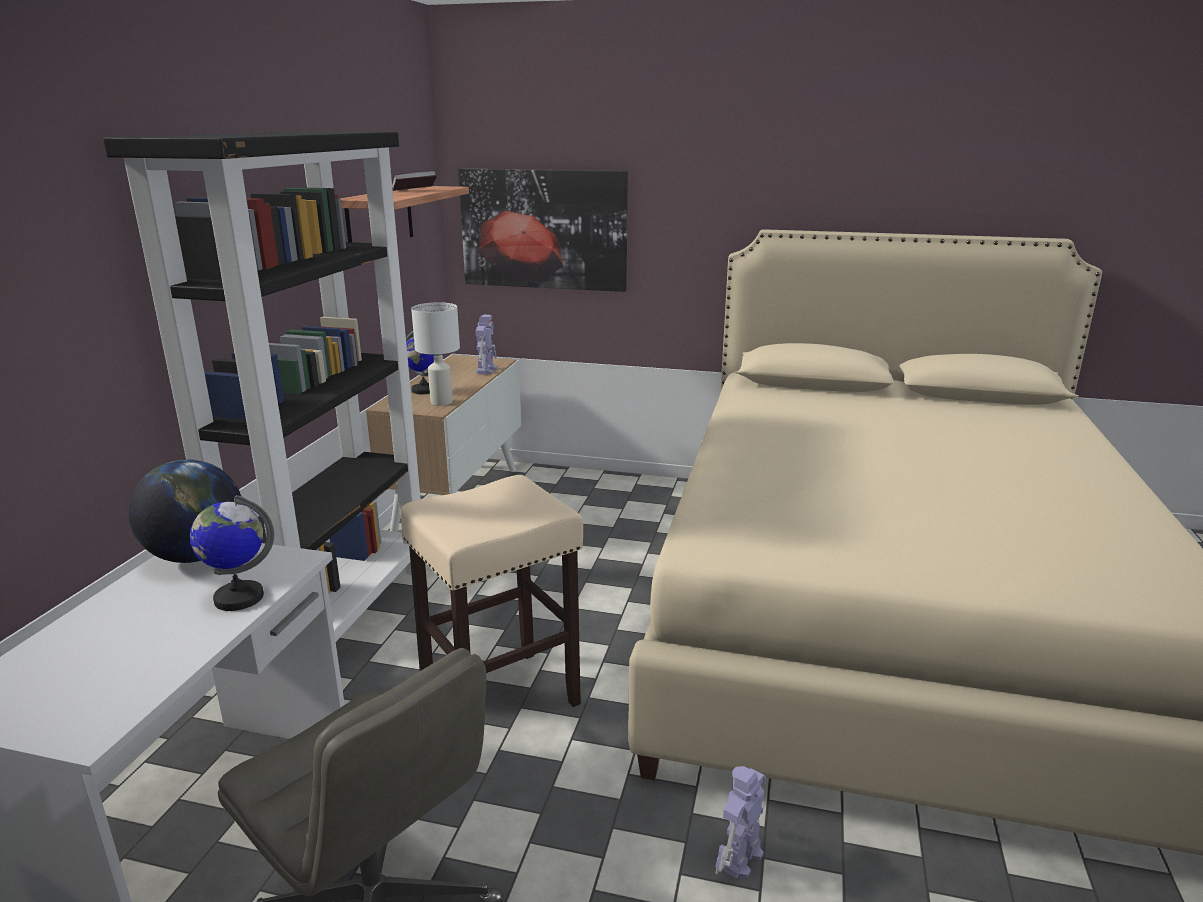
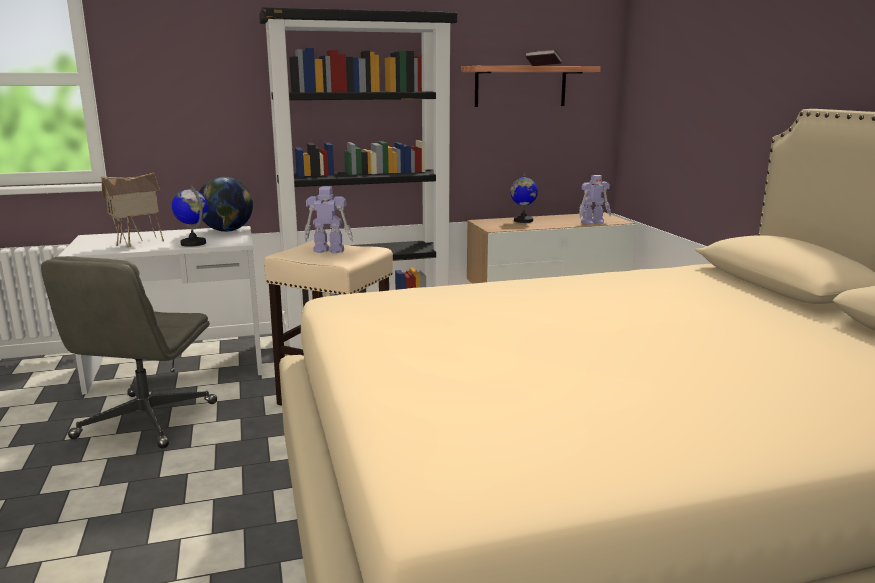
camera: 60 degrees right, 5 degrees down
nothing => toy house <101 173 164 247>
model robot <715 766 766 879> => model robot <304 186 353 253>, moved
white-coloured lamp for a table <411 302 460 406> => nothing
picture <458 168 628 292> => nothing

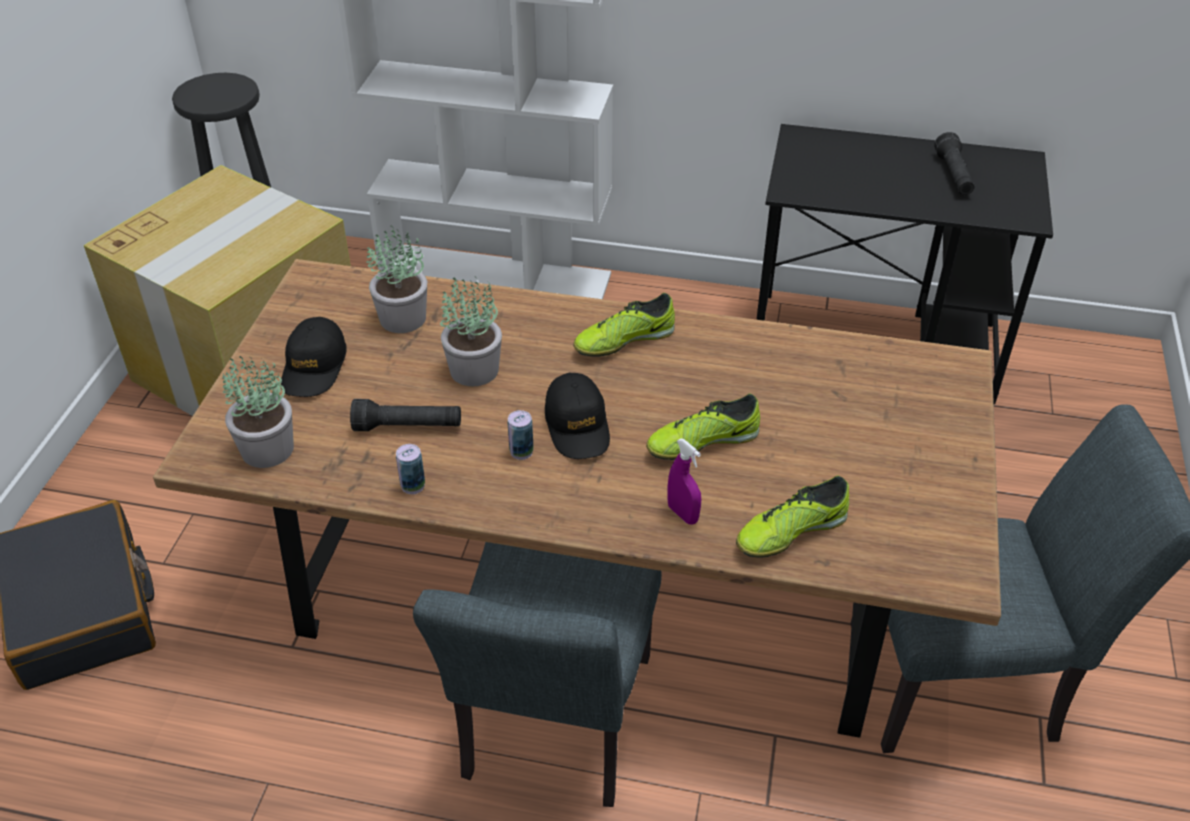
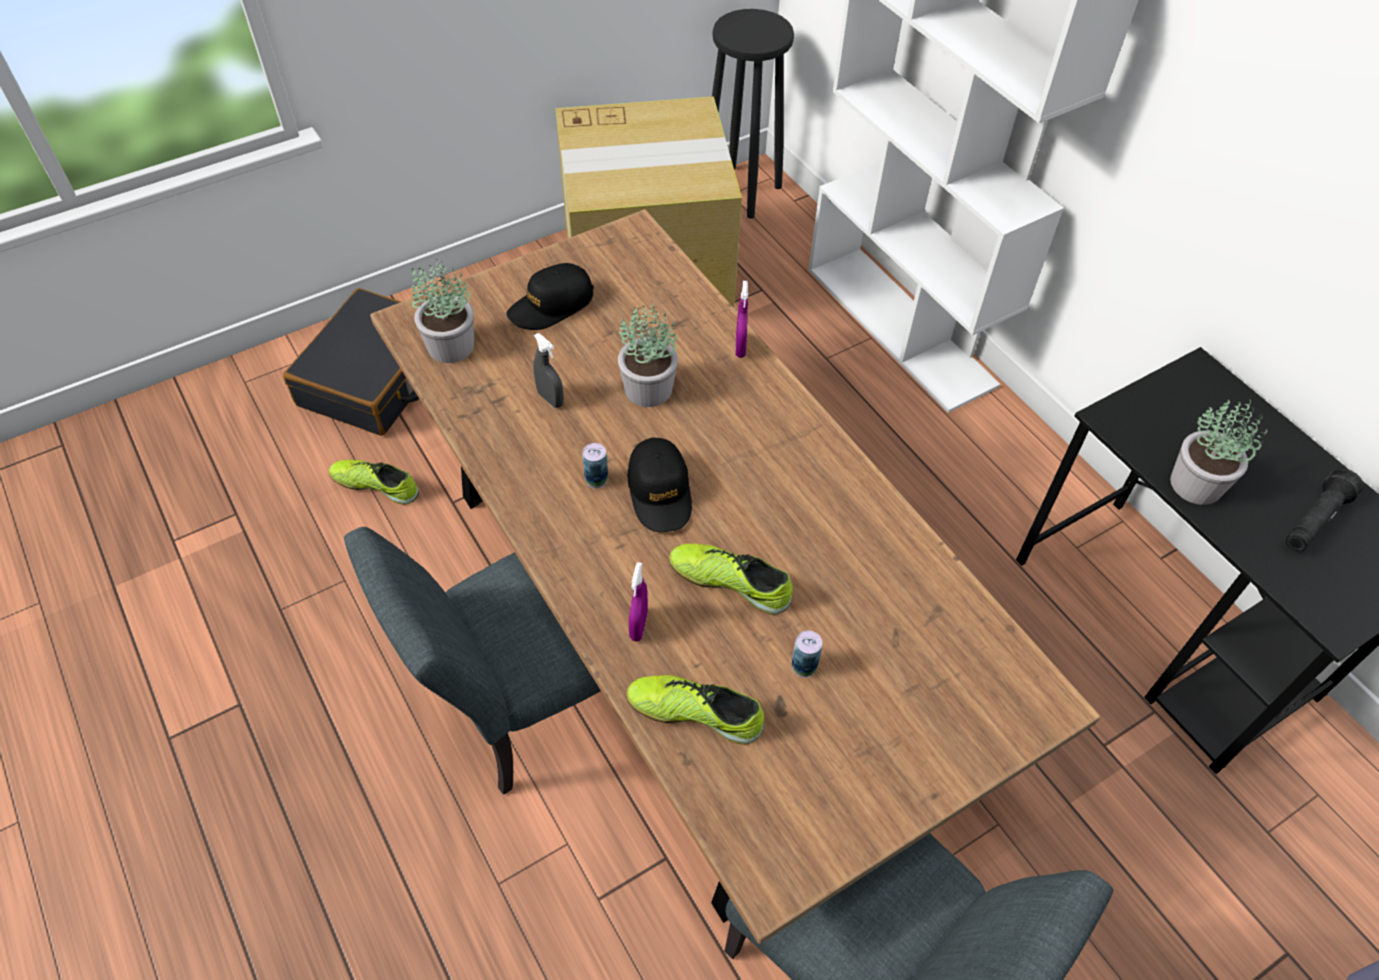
camera: 45 degrees right, 10 degrees up
shoe <573 293 675 357> => shoe <329 460 419 505>, moved
black hand torch <350 399 461 431> => grey spray bottle <534 333 564 408>
black cap <545 373 610 459> => black cap <628 437 692 532>, 45 degrees counterclockwise
nothing => purplish spray bottle <735 281 748 358>
metal can <396 444 425 494> => metal can <791 630 822 678>, moved
potted plant <366 225 427 333> => potted plant <1170 399 1267 505>, moved

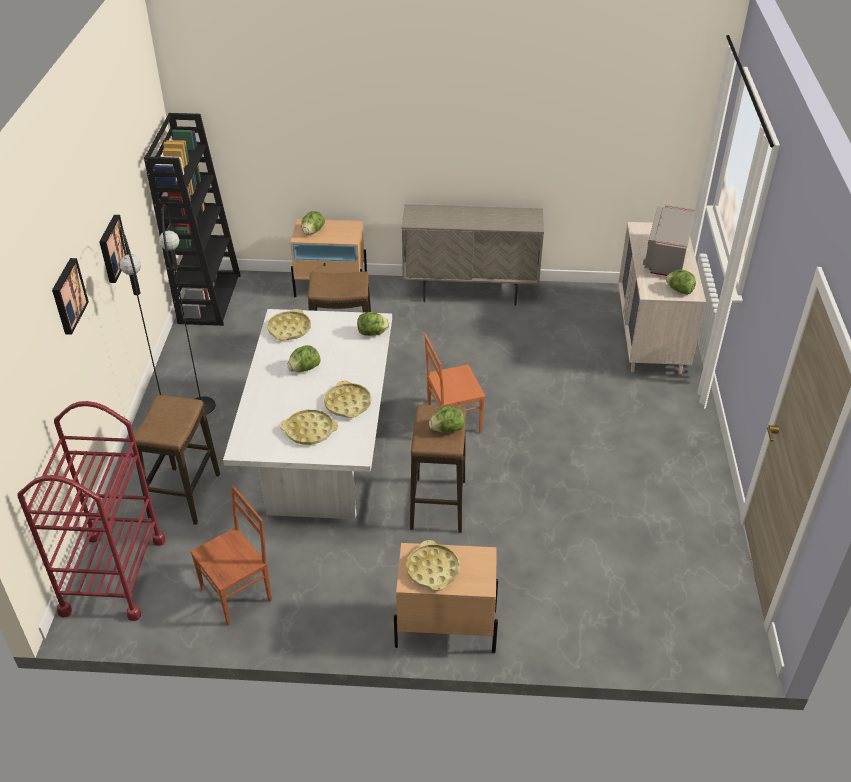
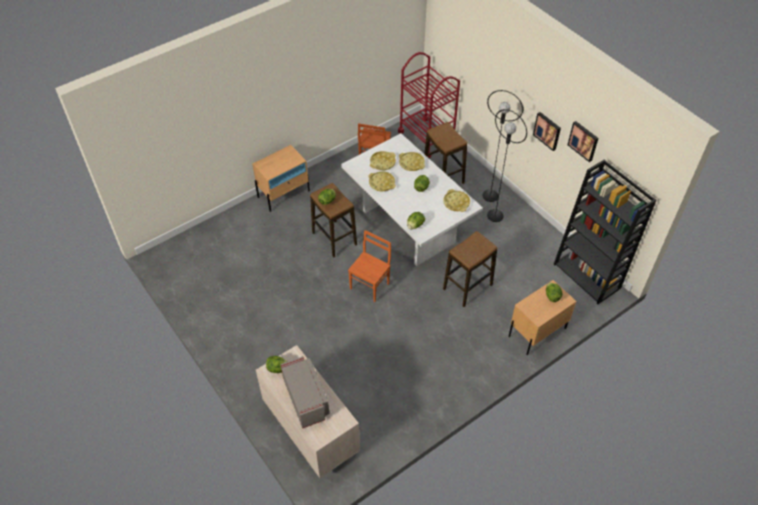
camera: 140 degrees right, 10 degrees up
yellow-coloured carrying tray <406 540 460 591> => yellow-coloured carrying tray <399 152 425 171>, moved
picture <52 258 89 335> => picture <568 121 598 162>, moved
beige cupboard <402 204 544 306> => nothing

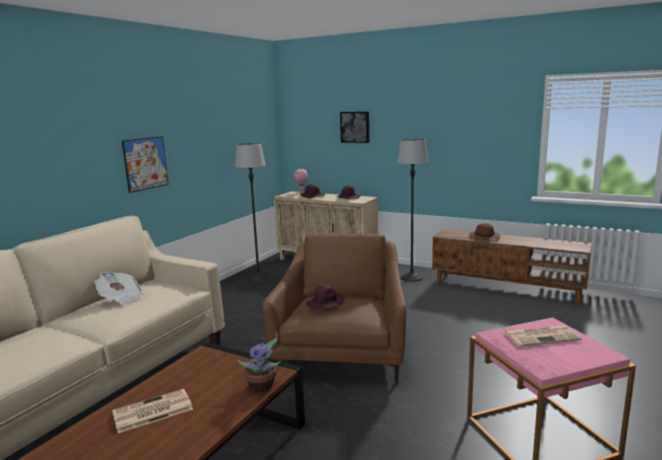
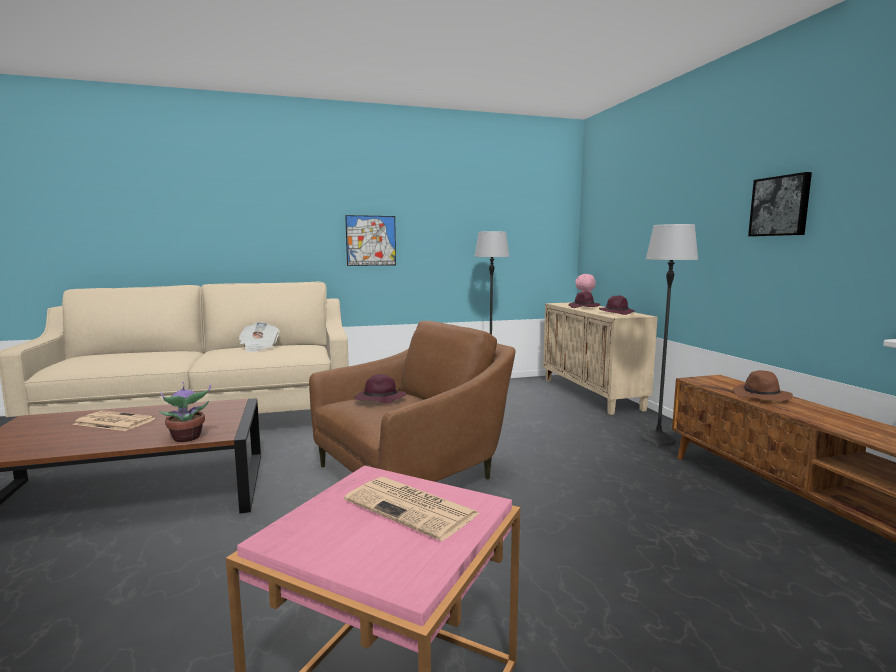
camera: 45 degrees right, 5 degrees down
picture <340 111 369 143> => picture <748 172 812 236>, moved

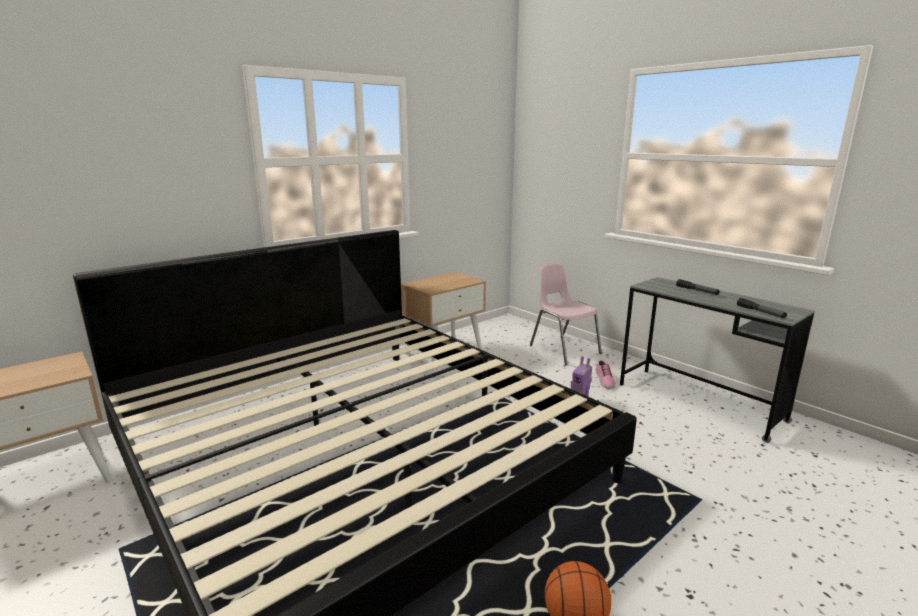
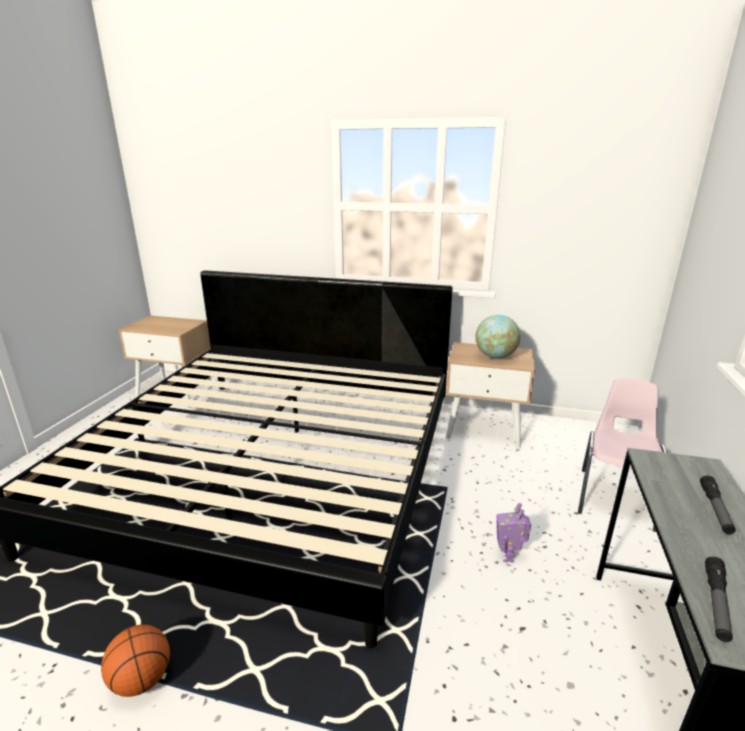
camera: 55 degrees right, 5 degrees up
nothing => globe <476 315 521 359>
shoe <595 360 615 389> => nothing

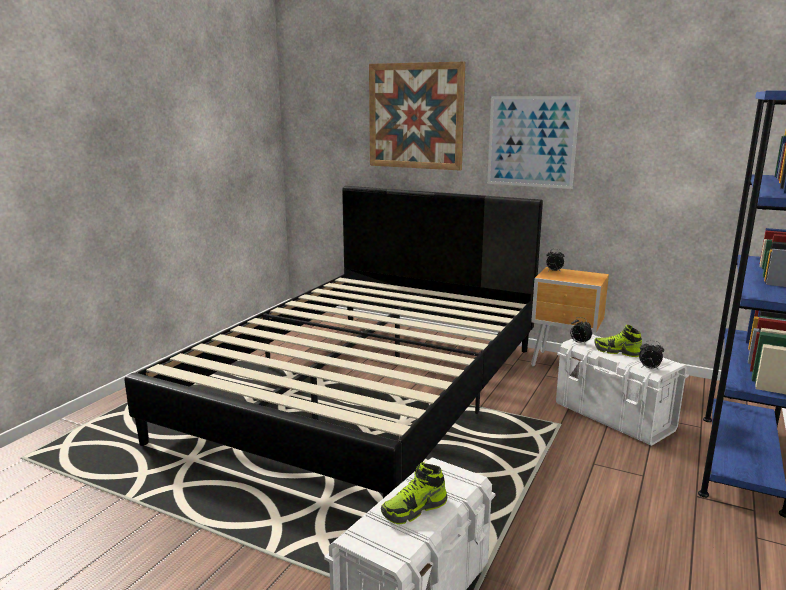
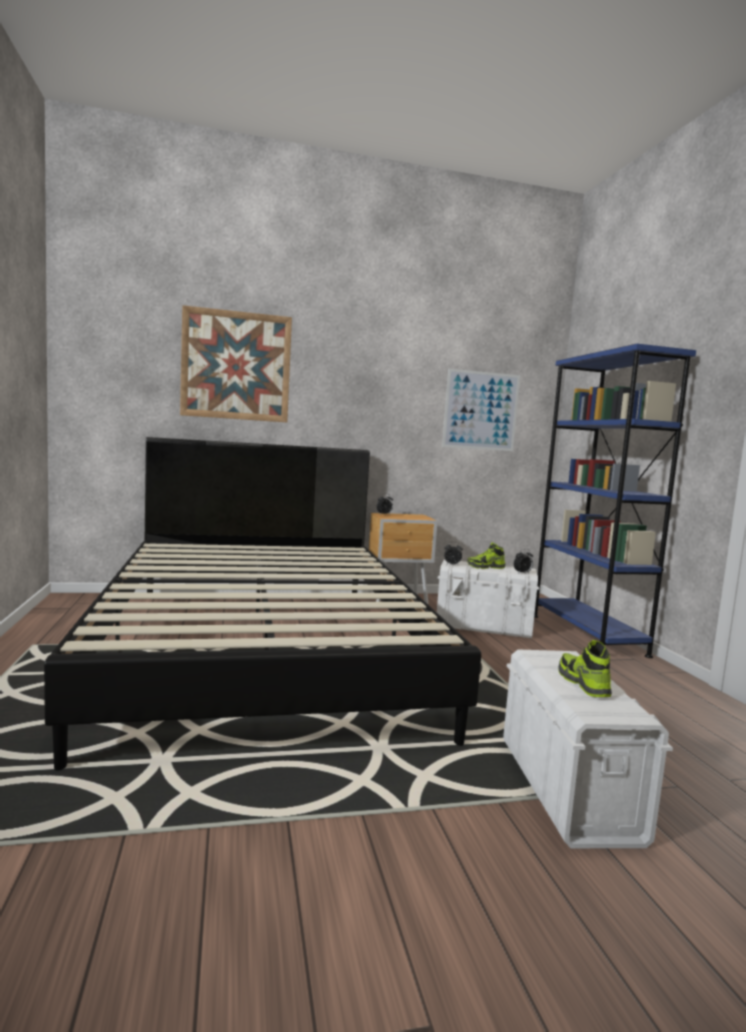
camera: 40 degrees left, 10 degrees down
picture <487 96 580 189> => picture <442 369 520 451>, moved
shoe <381 462 447 524> => shoe <558 640 612 697>, 150 degrees clockwise

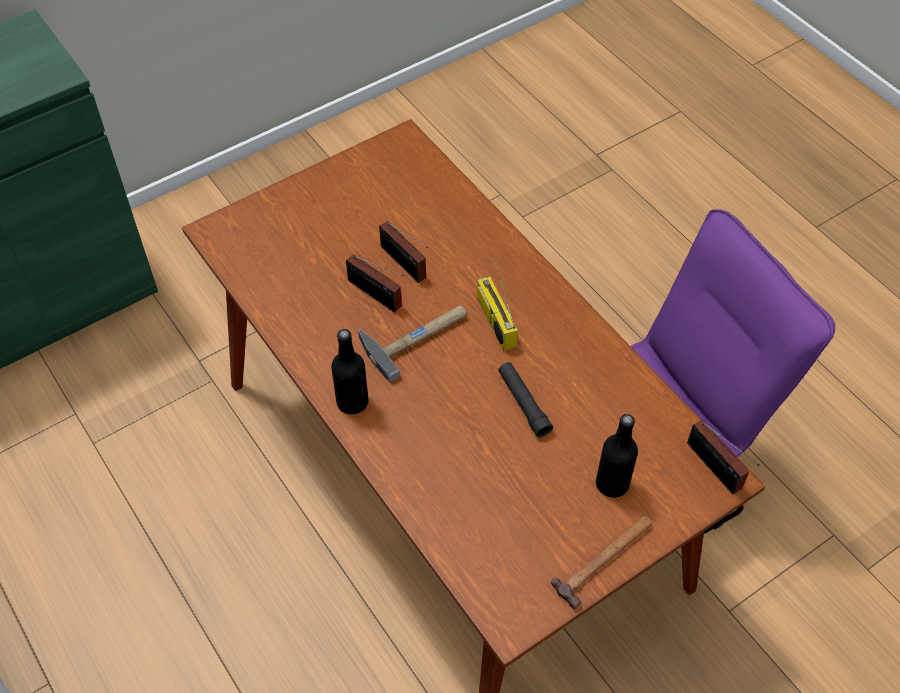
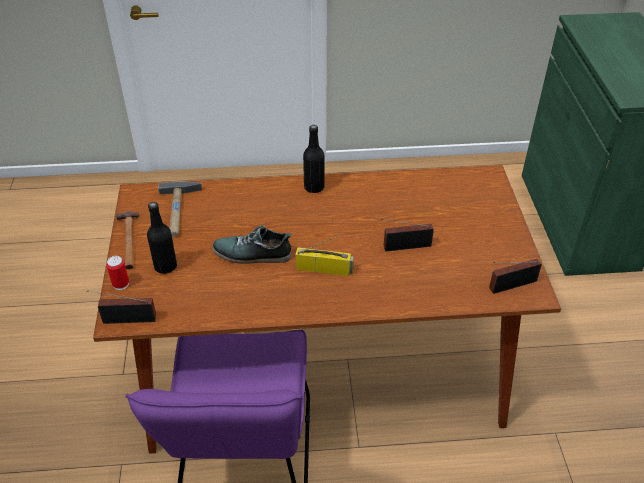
camera: 120 degrees right, 10 degrees down
nothing => metal can <106 256 129 290>
hand hammer <358 305 467 382> => hand hammer <158 181 202 237>, moved
black hand torch <499 362 553 437> => shoe <212 226 292 264>
radio <346 254 404 312> => radio <489 259 542 294>, moved

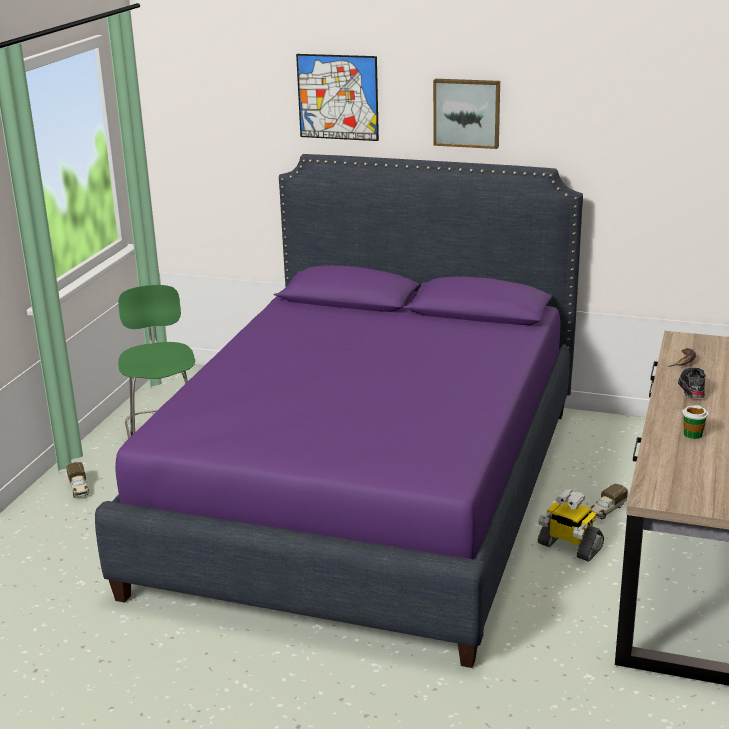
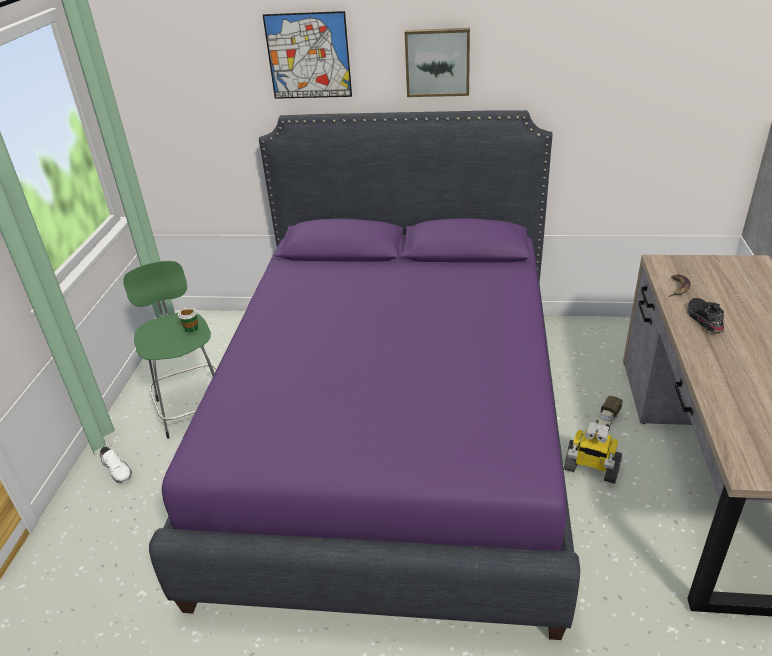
camera: 10 degrees left, 10 degrees up
toy truck <66 462 89 498> => white-coloured shoe <100 446 132 483>
small cup <682 405 708 439> => small cup <178 307 198 333>, moved

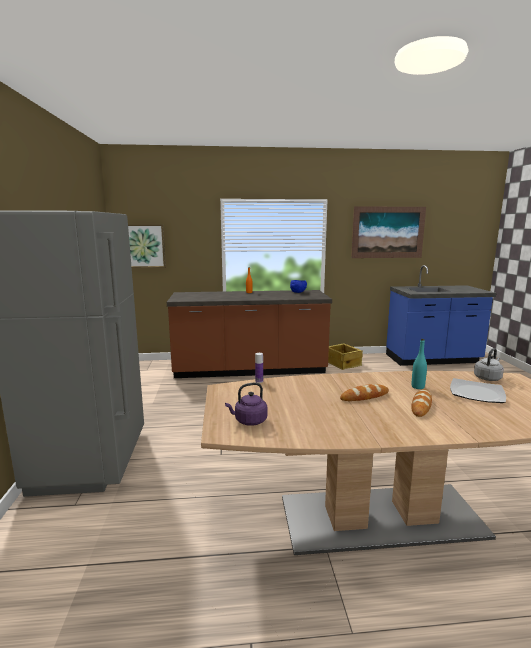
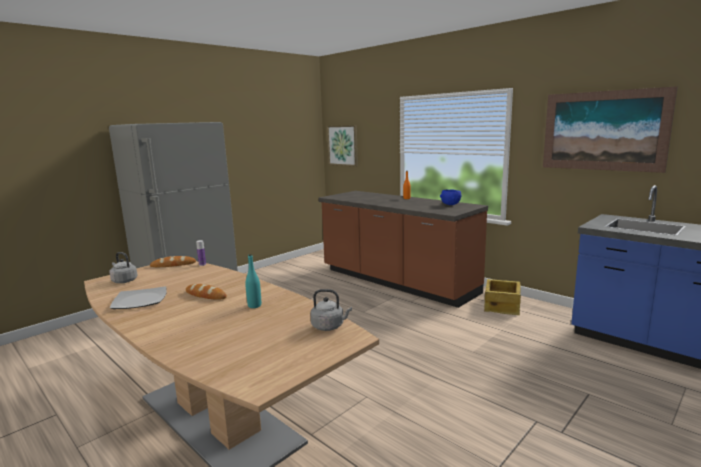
camera: 50 degrees right, 0 degrees up
purplish kettle <225 382 268 426> => grey kettle <109 252 137 283>
plate <450 378 506 403> => plate <110 286 167 309>, moved
bread <411 389 432 417> => bread <150 256 196 267>, moved

